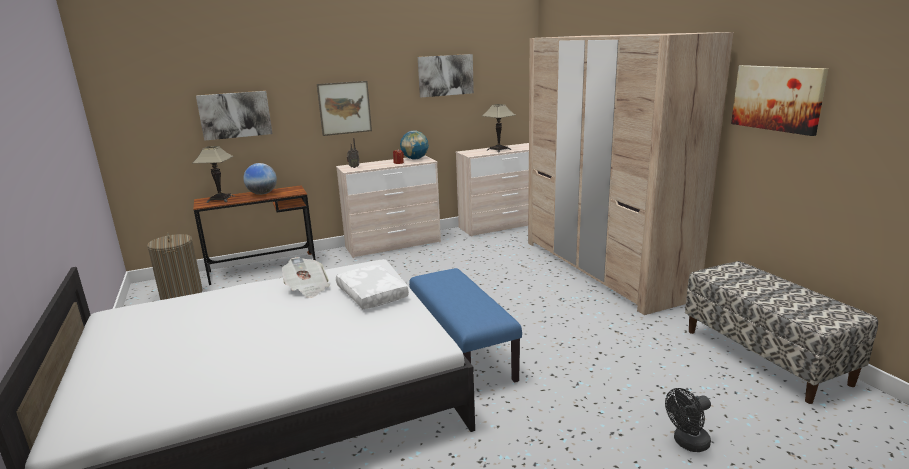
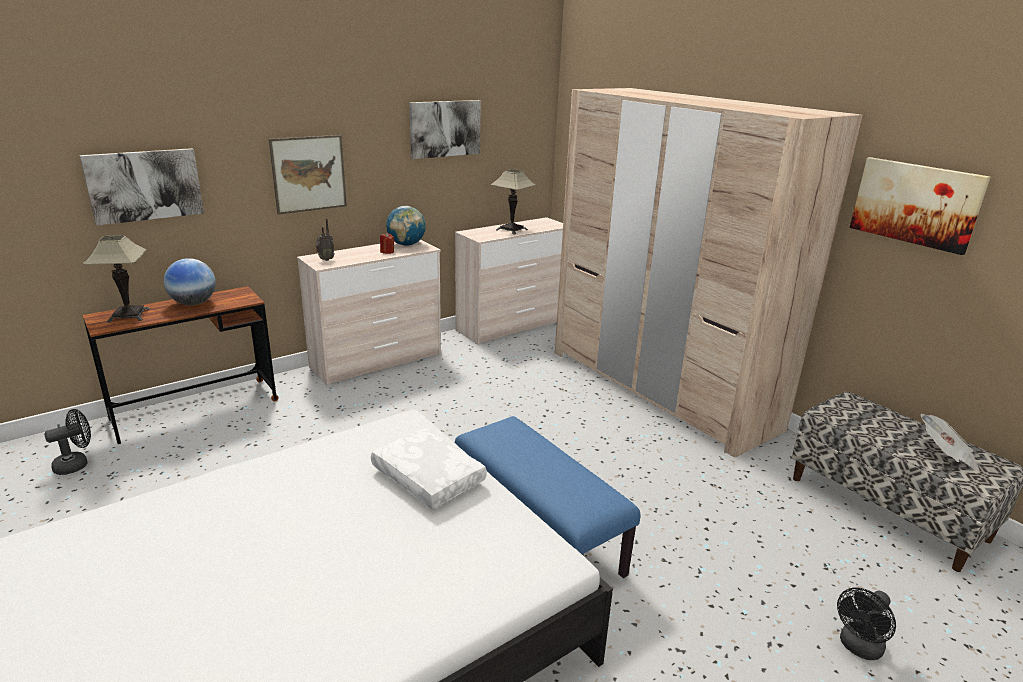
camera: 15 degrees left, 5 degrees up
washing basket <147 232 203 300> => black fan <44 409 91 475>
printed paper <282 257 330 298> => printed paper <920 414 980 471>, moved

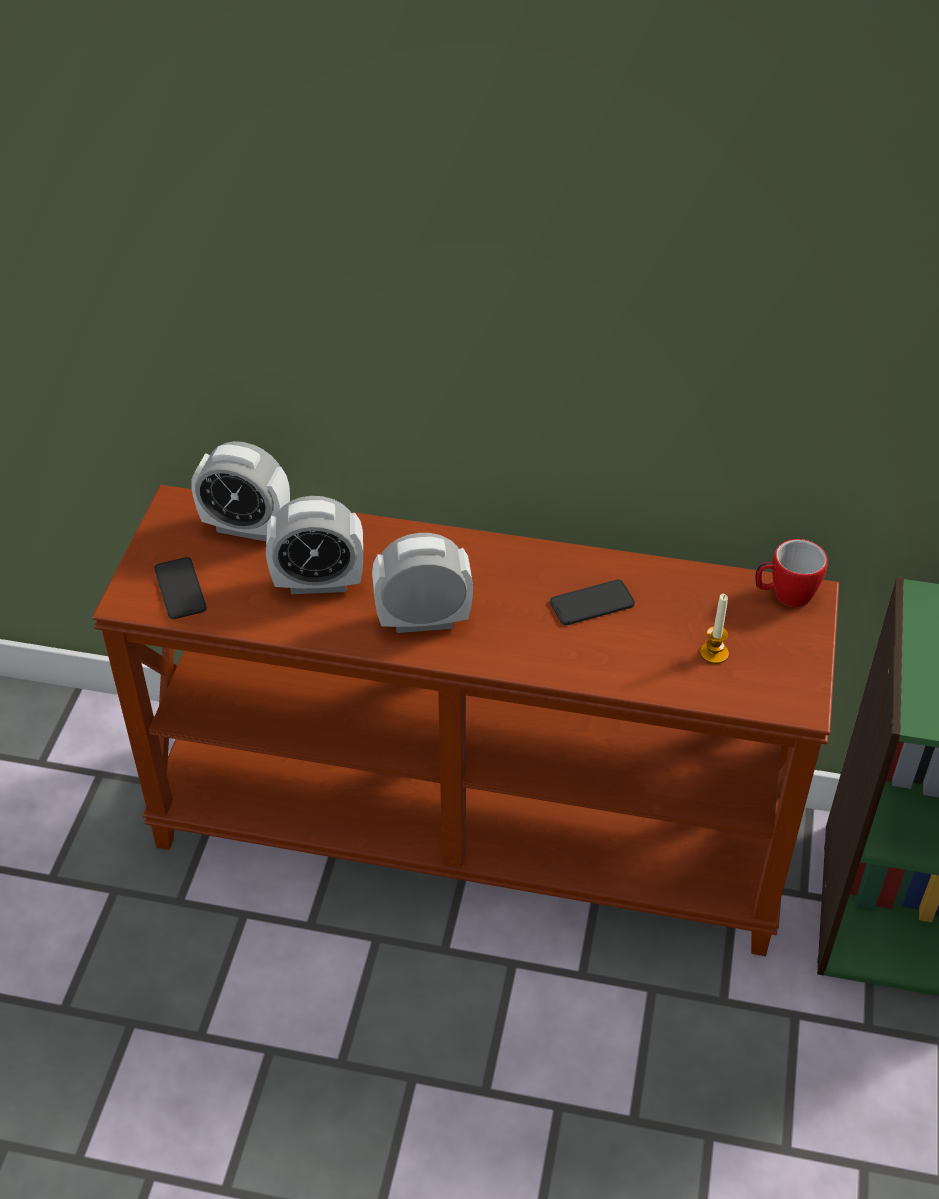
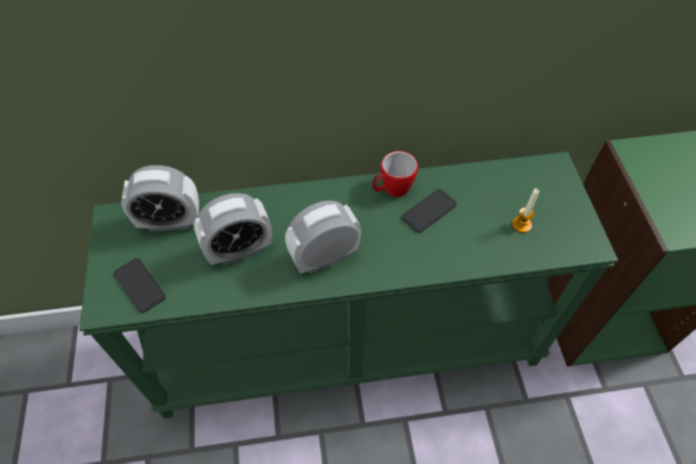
camera: 20 degrees left, 10 degrees up
brownish hall table <92 485 839 956> => green-coloured hall table <79 152 618 418>
mug <755 539 828 607> => mug <372 151 418 197>, moved

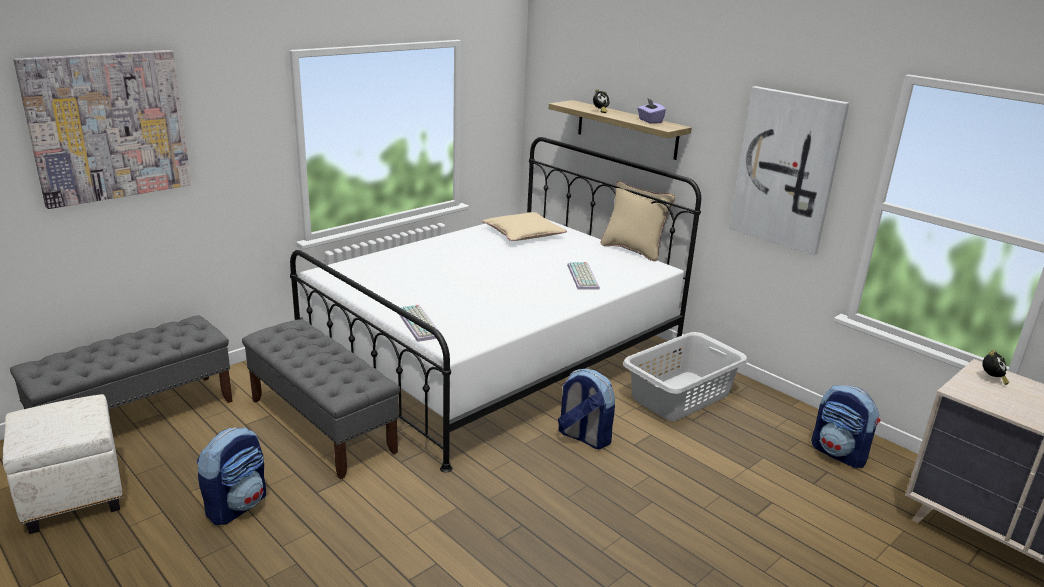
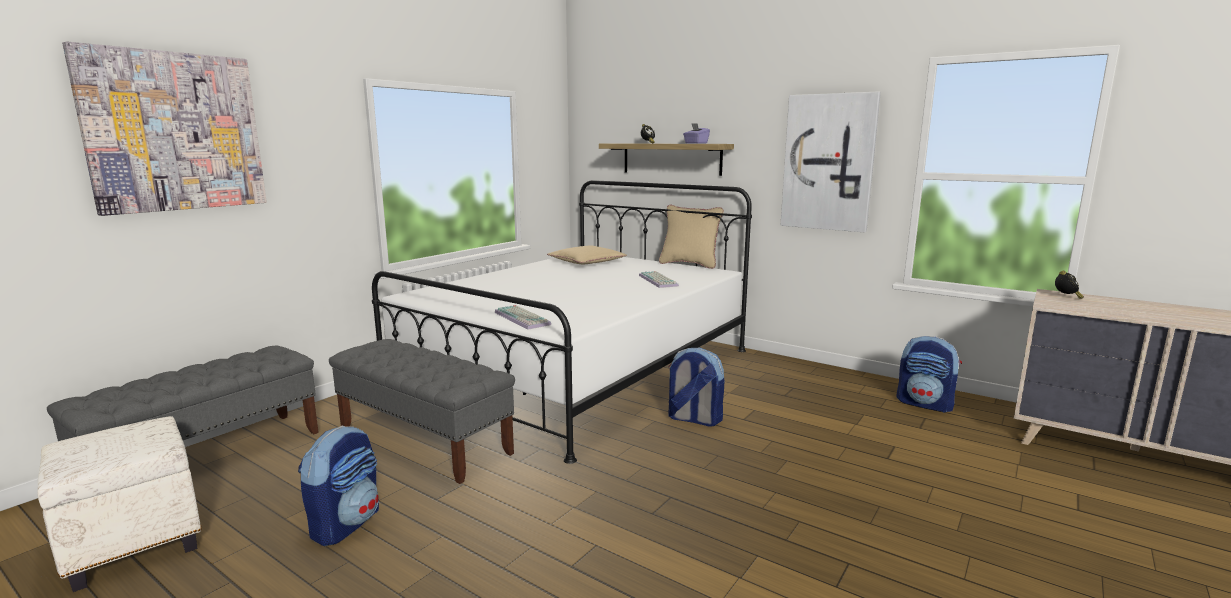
camera: 10 degrees left, 10 degrees down
grey washing basket <623 332 748 421> => nothing

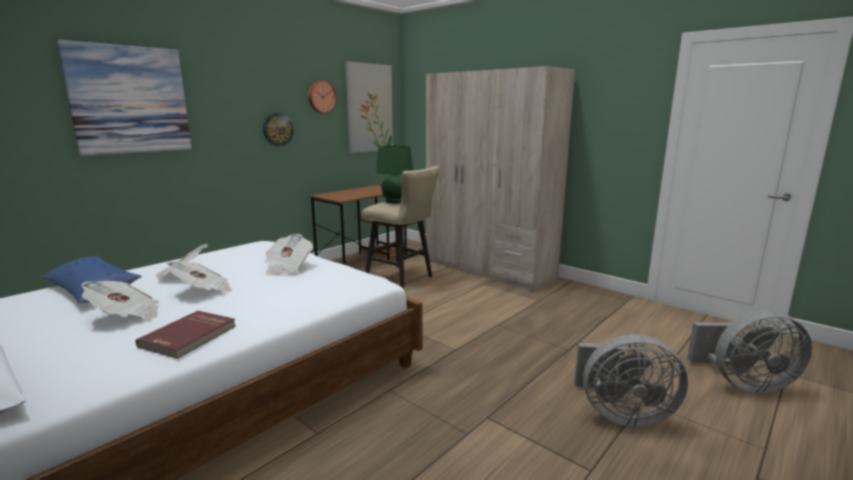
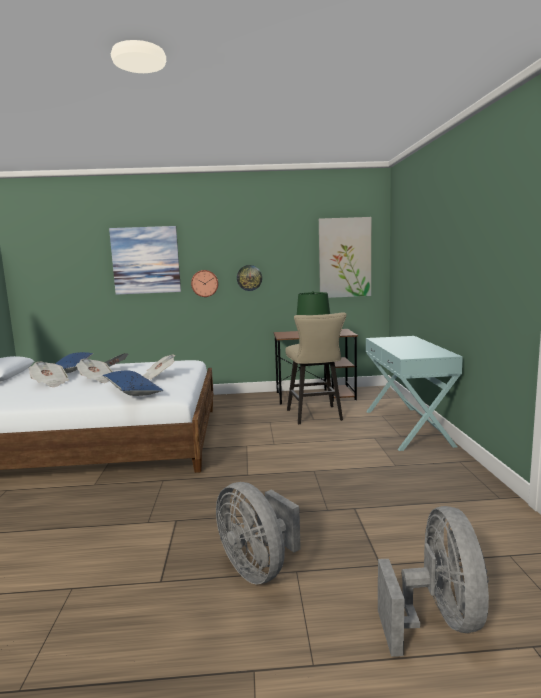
camera: 45 degrees right, 5 degrees down
nothing => blue cushion <102 371 163 396>
hanging clock <308 80 337 113> => hanging clock <191 270 218 297>, moved
beige armoire <426 66 575 292> => turquoise hall table <366 336 463 451>
grey fan <687 311 812 394> => grey fan <378 506 489 657>, 135 degrees counterclockwise
red-coloured book <136 311 236 359> => nothing

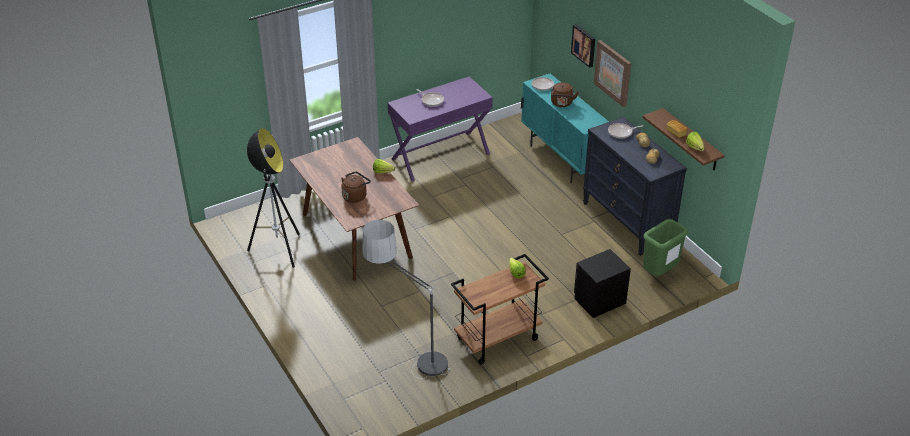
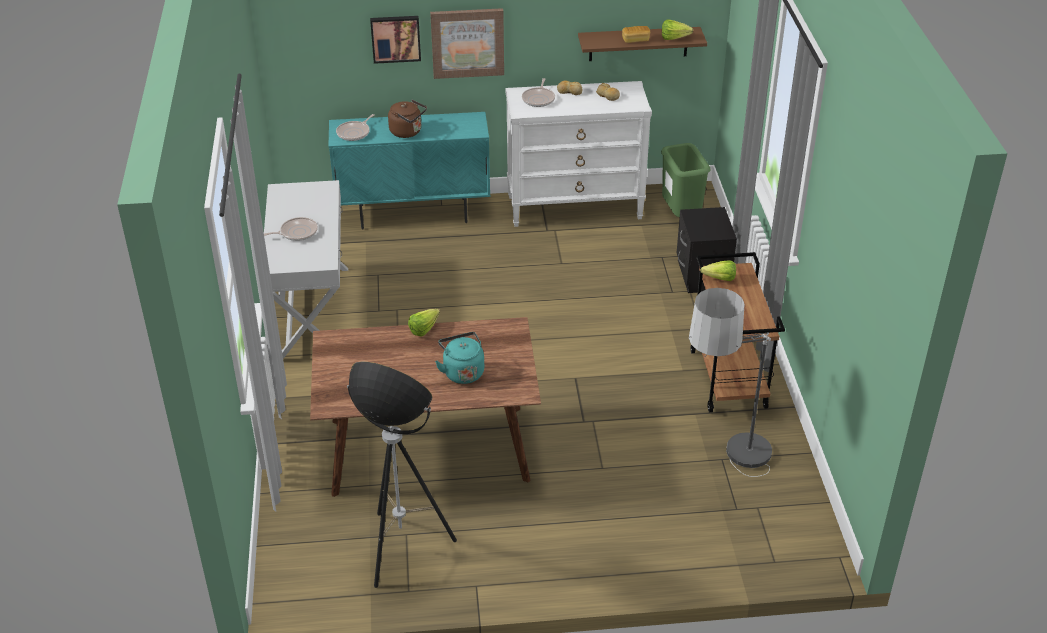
camera: 65 degrees left, 0 degrees up
purplish hall table <388 76 493 182> => white-coloured hall table <264 180 348 359>
brownish kettle <341 171 371 203> => turquoise kettle <435 332 484 384>
black drawer chest <583 117 687 256> => white-coloured drawer chest <505 81 652 227>

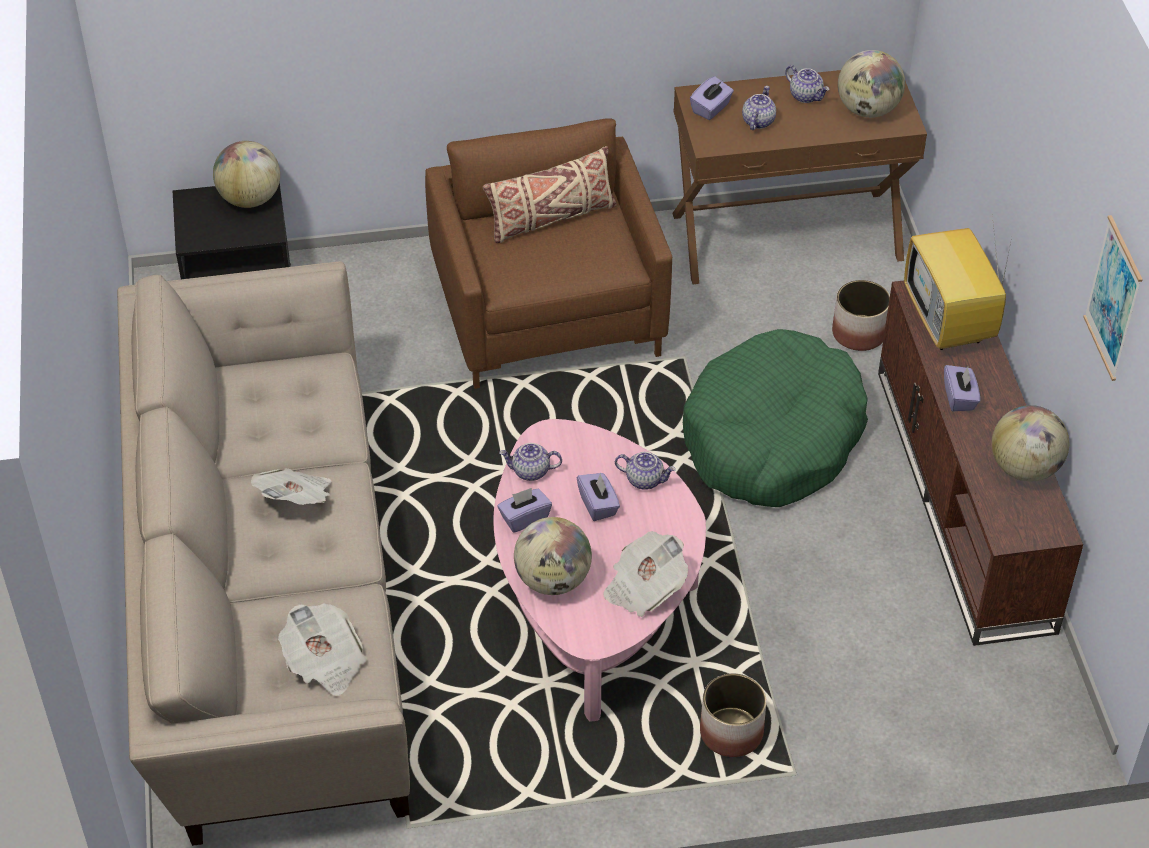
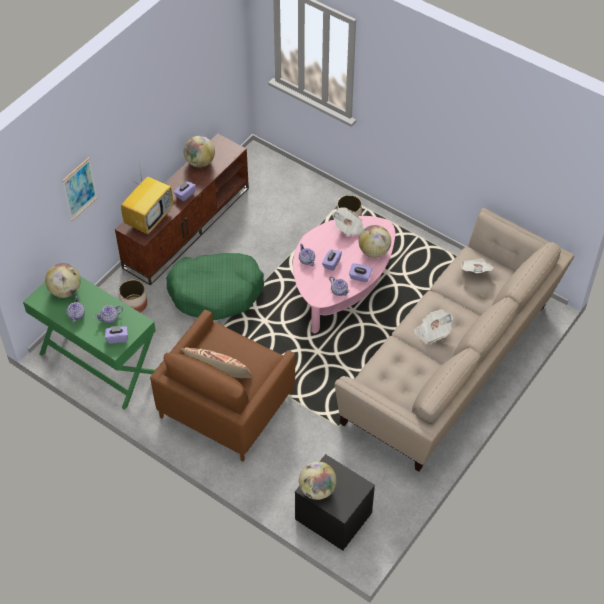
camera: 135 degrees left, 5 degrees up
brownish hall table <673 70 927 284> => green-coloured hall table <23 276 156 410>
picture <1083 215 1143 381> => picture <62 157 98 221>, moved

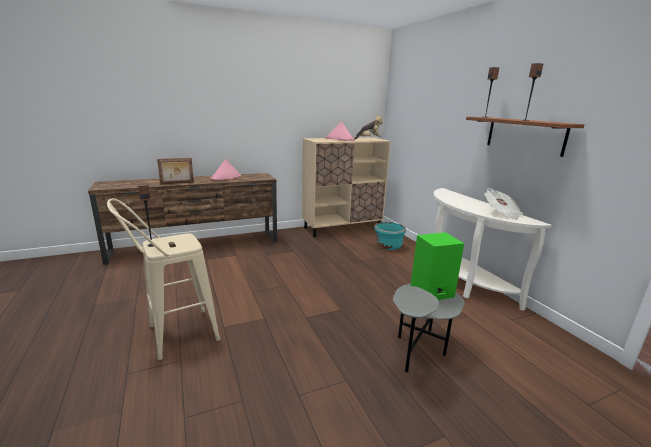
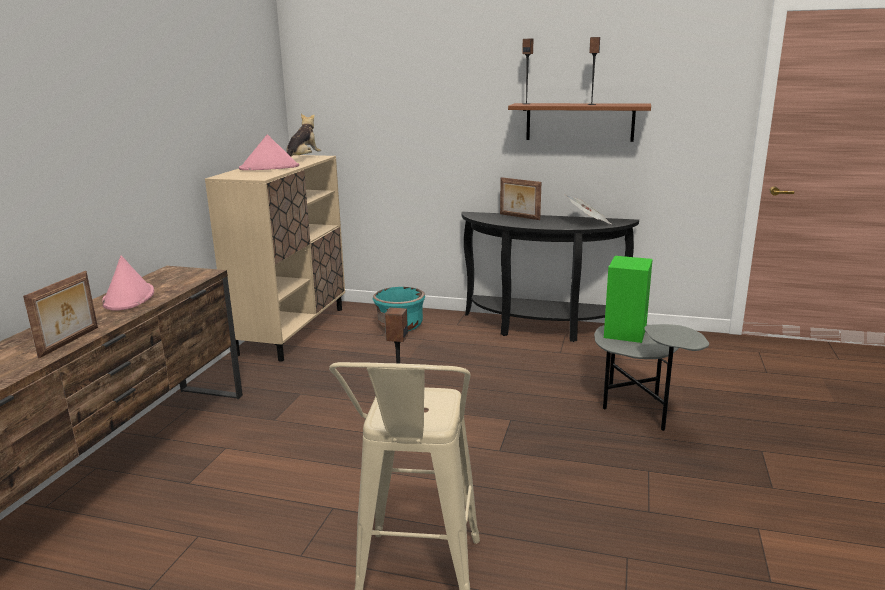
camera: 50 degrees left, 0 degrees up
white-coloured hall table <433 188 552 311> => black hall table <461 212 639 342>
nothing => photo frame <500 177 541 220>

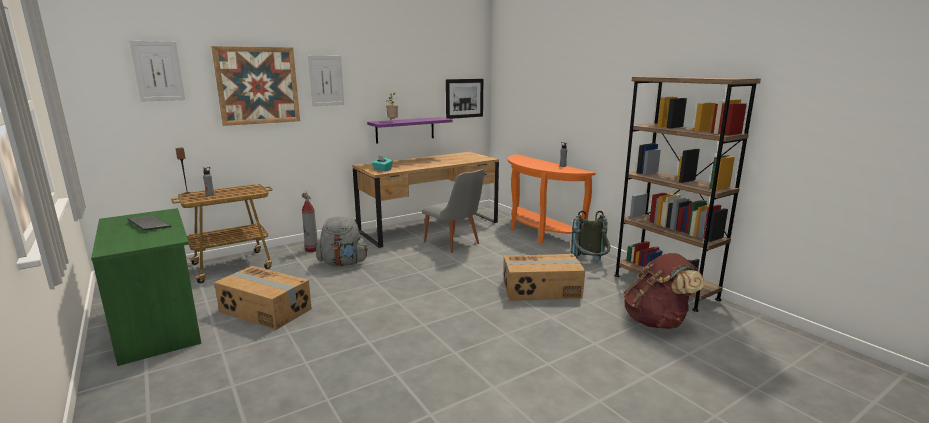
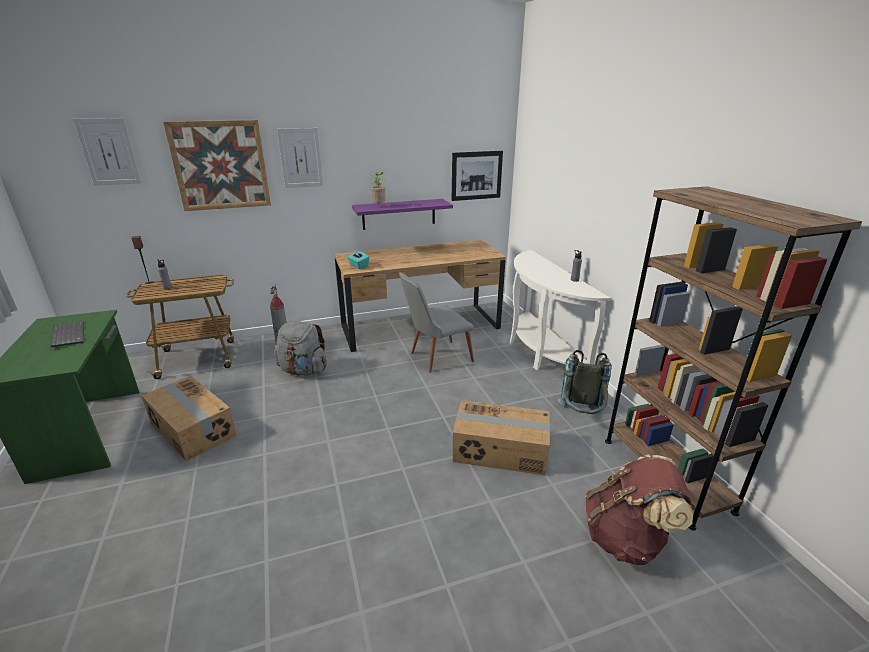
camera: 15 degrees right, 10 degrees up
grey upright chair <422 169 485 253> => grey upright chair <399 273 474 373>, 90 degrees clockwise
orangey hall table <508 154 595 243> => white-coloured hall table <510 250 610 370>

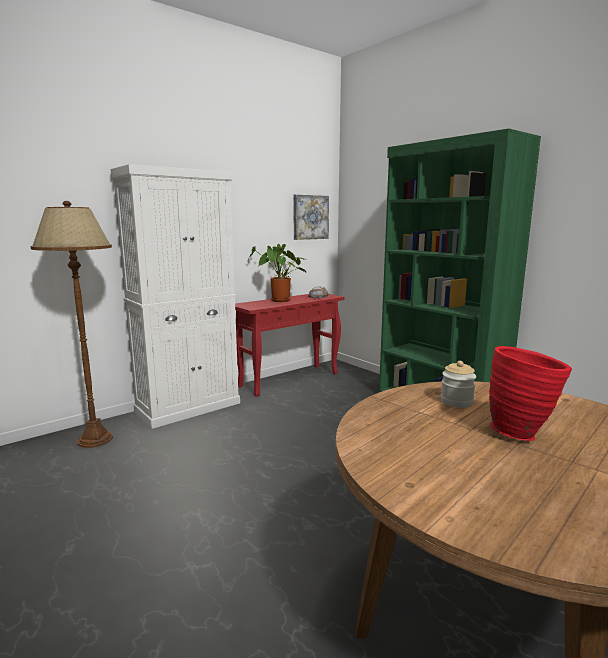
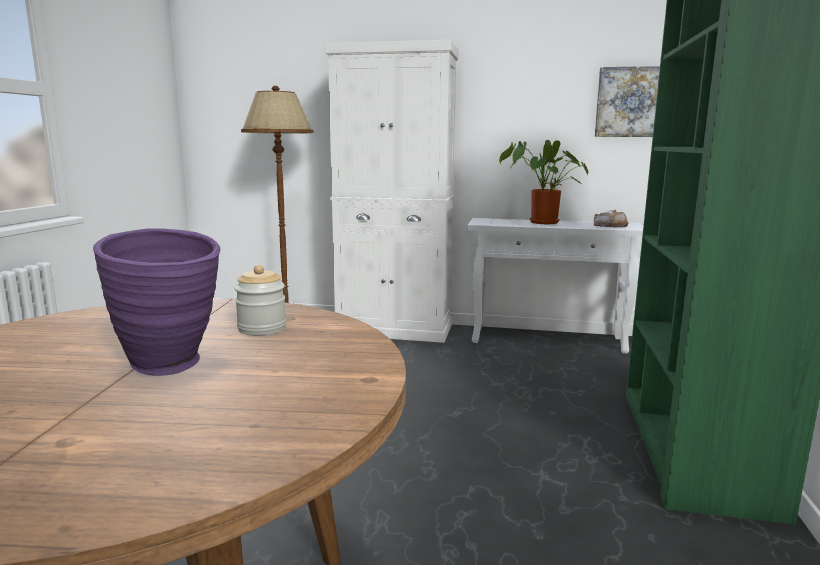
camera: 50 degrees right, 0 degrees up
red-coloured decorative vase <489 346 572 441> => purplish decorative vase <93 228 220 376>
red-coloured hall table <235 294 344 397> => white-coloured hall table <467 218 643 354>

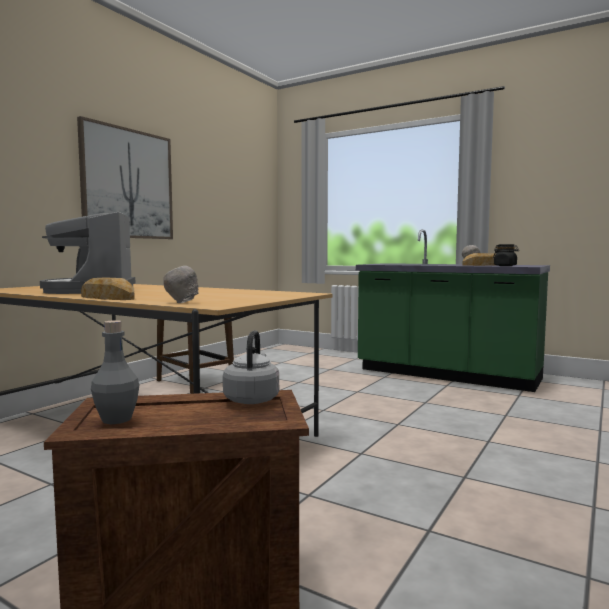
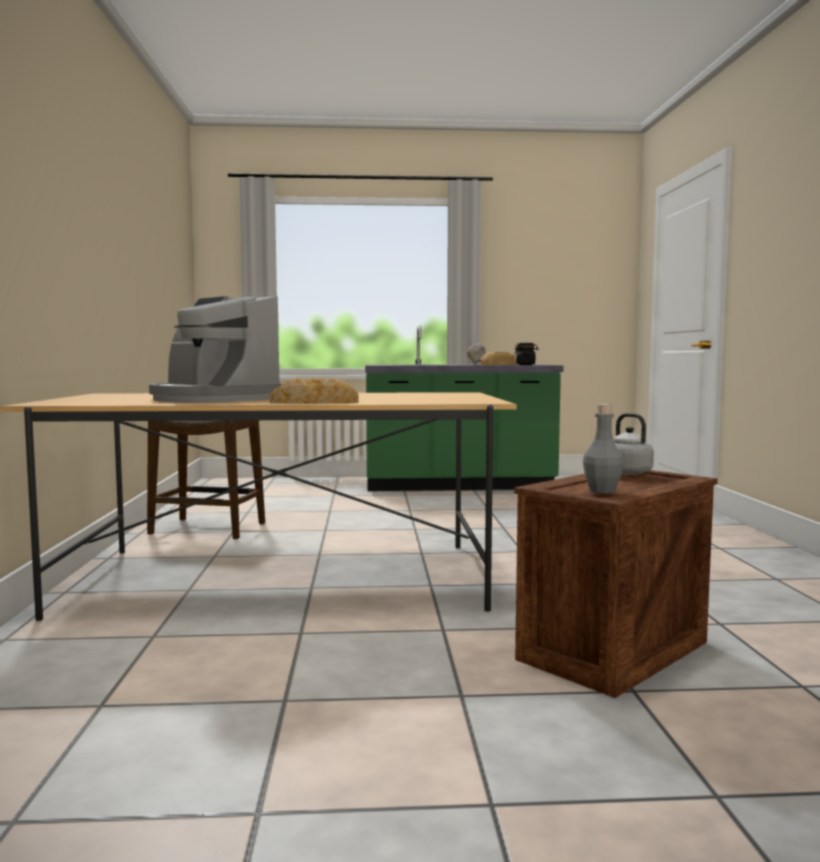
camera: 35 degrees left, 0 degrees up
picture <77 116 173 239> => nothing
grey serving bowl <164 266 198 303> => nothing

